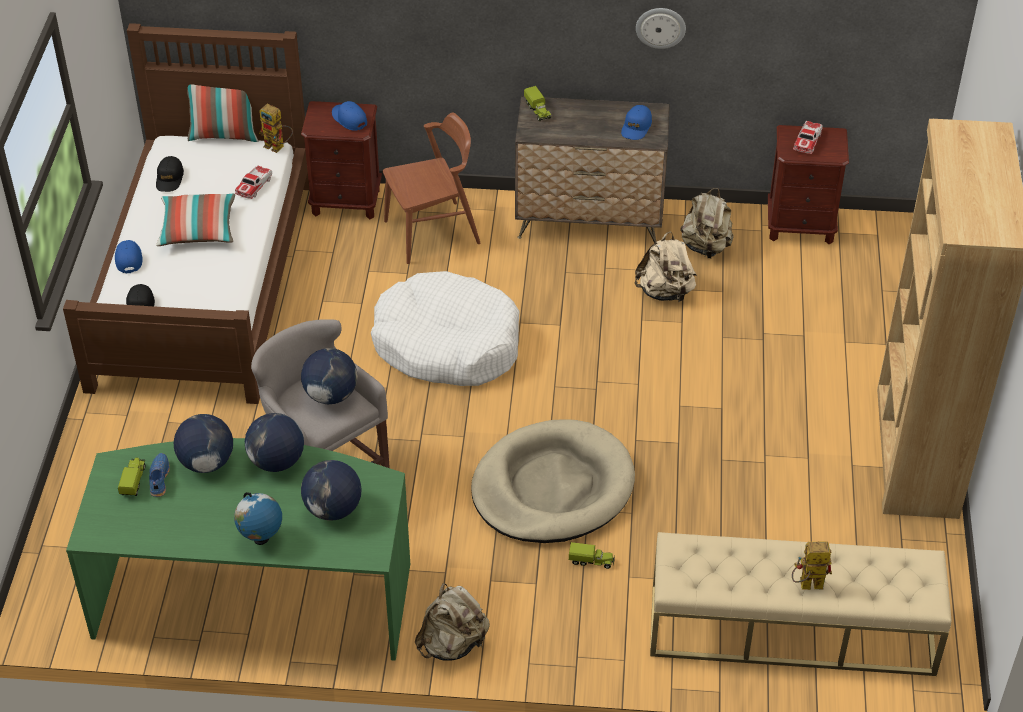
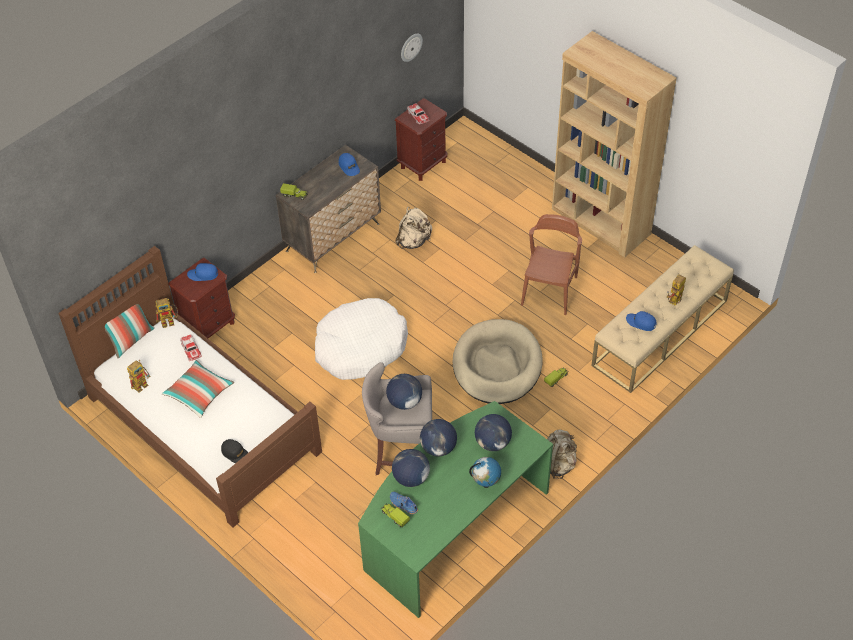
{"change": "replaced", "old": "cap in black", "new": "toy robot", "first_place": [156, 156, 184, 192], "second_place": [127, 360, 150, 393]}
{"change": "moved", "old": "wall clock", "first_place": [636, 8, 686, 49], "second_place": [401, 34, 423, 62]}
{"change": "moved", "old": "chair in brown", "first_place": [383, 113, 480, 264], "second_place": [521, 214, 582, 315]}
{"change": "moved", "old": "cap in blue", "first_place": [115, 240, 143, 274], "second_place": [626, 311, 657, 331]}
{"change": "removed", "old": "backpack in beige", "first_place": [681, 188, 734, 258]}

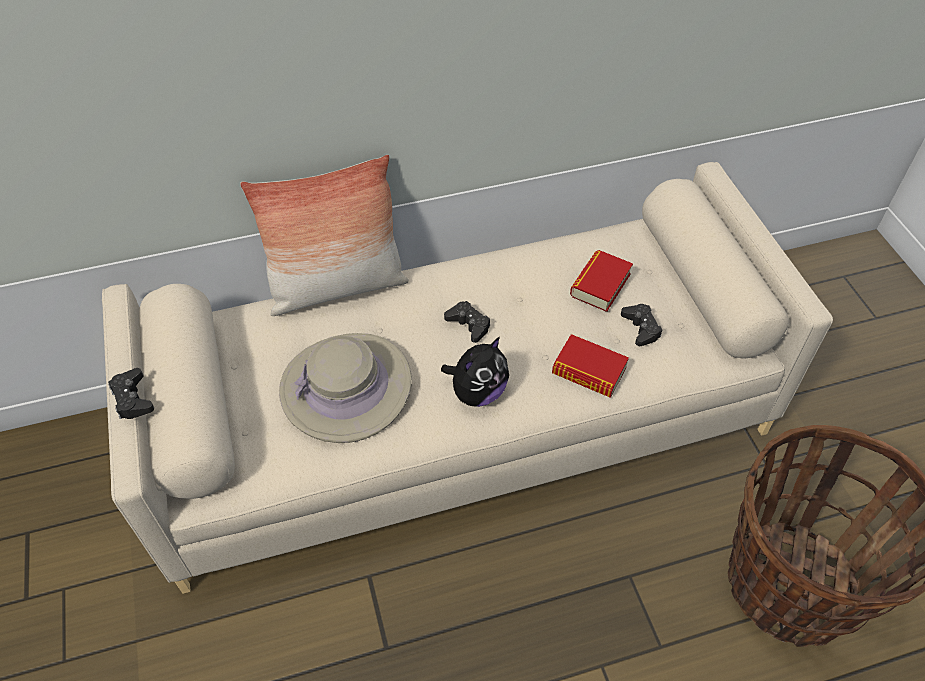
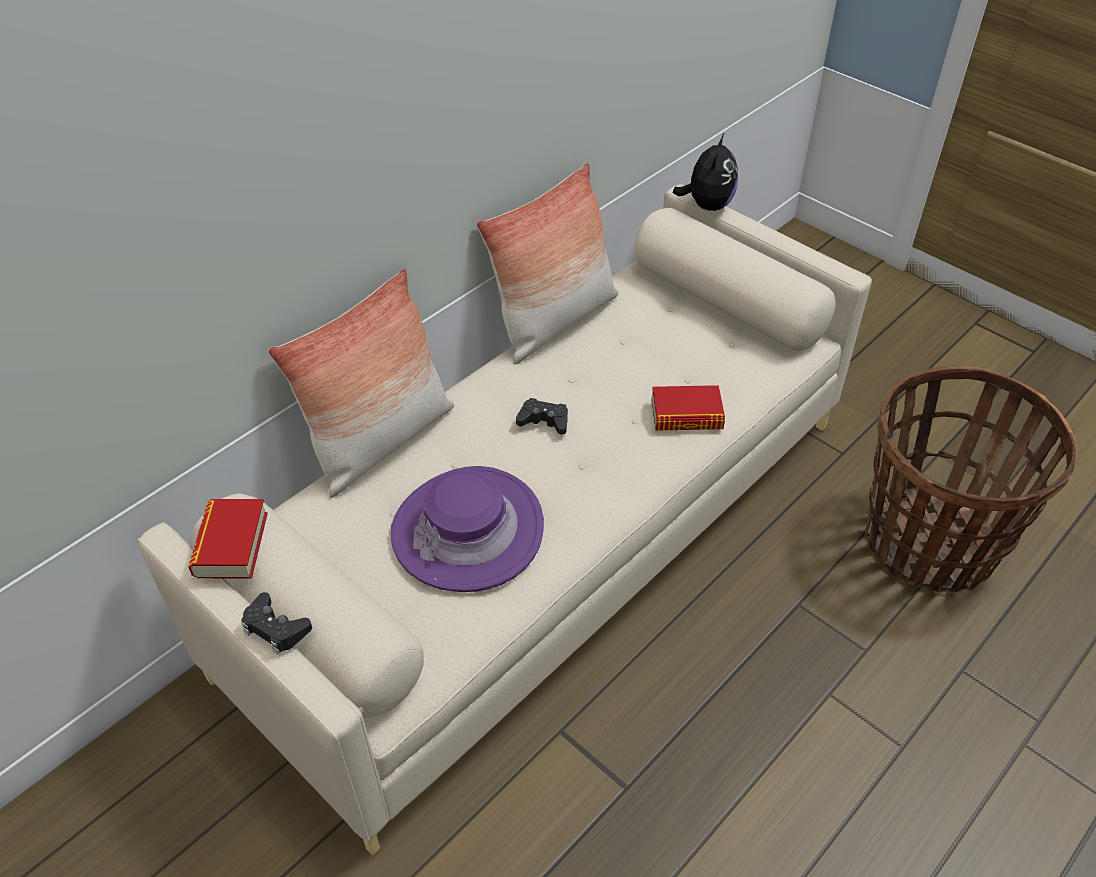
{"change": "moved", "old": "book", "first_place": [570, 250, 633, 312], "second_place": [188, 499, 268, 579]}
{"change": "recoloured", "old": "hat in beige", "new": "hat in purple", "first_place": [279, 333, 412, 443], "second_place": [390, 466, 544, 592]}
{"change": "added", "new": "pillow", "second_place": [476, 163, 618, 365]}
{"change": "moved", "old": "plush toy", "first_place": [441, 337, 509, 407], "second_place": [673, 134, 738, 211]}
{"change": "removed", "old": "game controller in black", "first_place": [621, 304, 662, 346]}

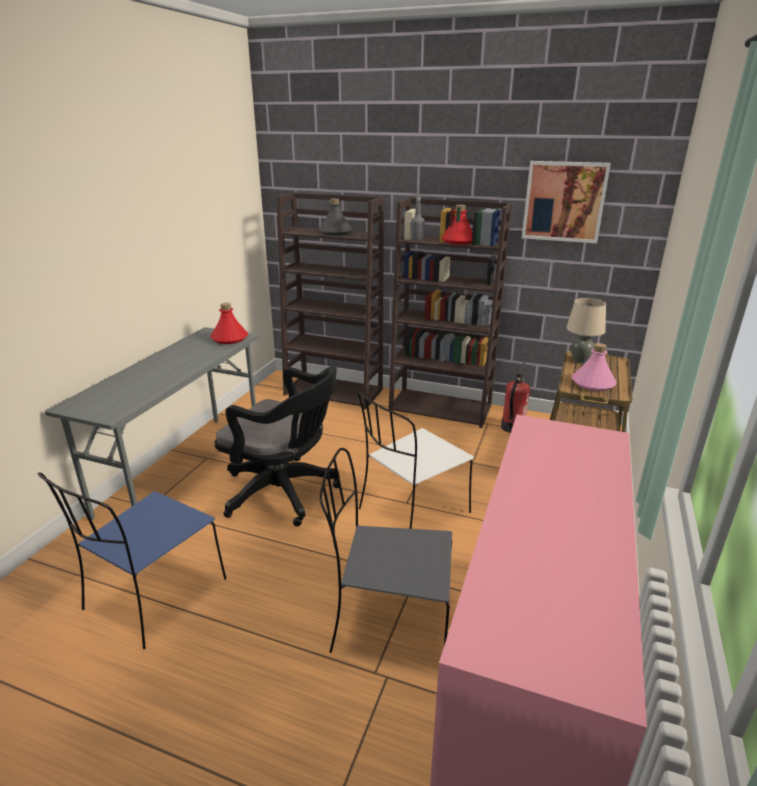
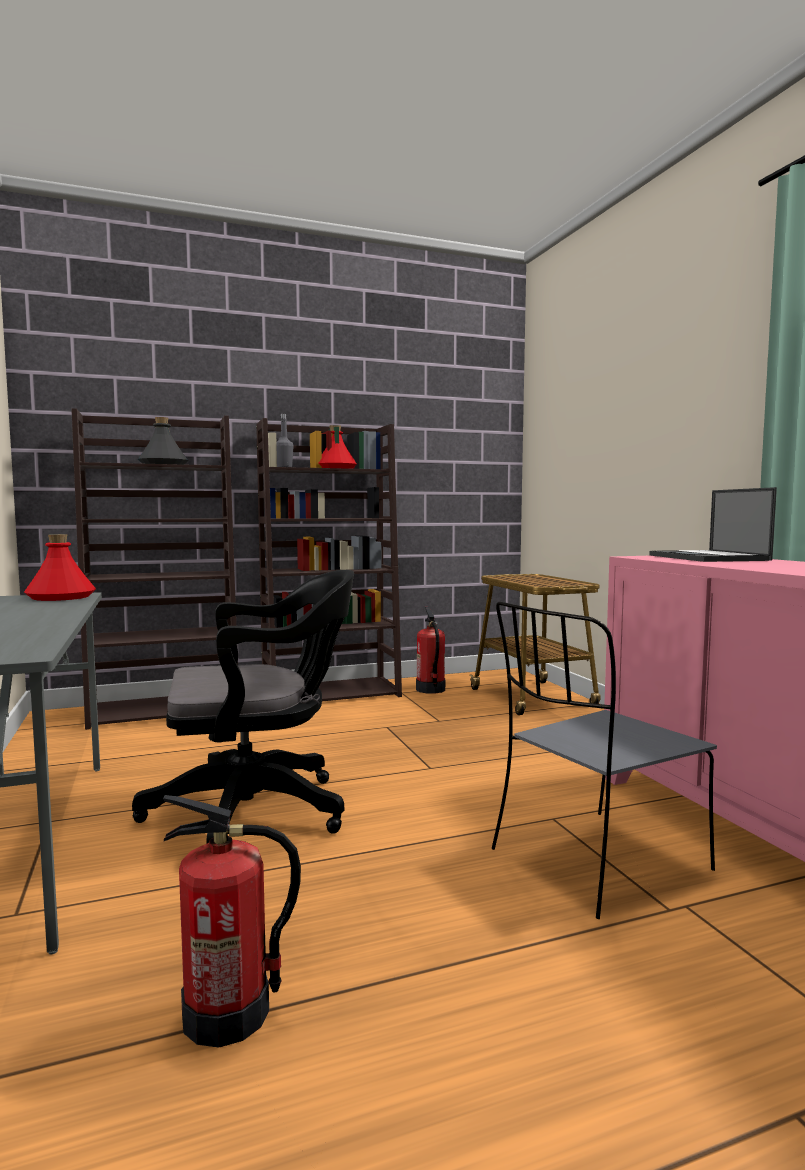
{"change": "replaced", "old": "chair in blue", "new": "fire extinguisher", "first_place": [38, 472, 226, 649], "second_place": [163, 795, 301, 1048]}
{"change": "added", "new": "laptop", "second_place": [649, 487, 777, 562]}
{"change": "removed", "old": "chair in white", "first_place": [357, 391, 474, 529]}
{"change": "removed", "old": "picture", "first_place": [522, 161, 611, 243]}
{"change": "removed", "old": "table lamp in beige", "first_place": [566, 298, 606, 363]}
{"change": "removed", "old": "bottle in pink", "first_place": [572, 343, 617, 391]}

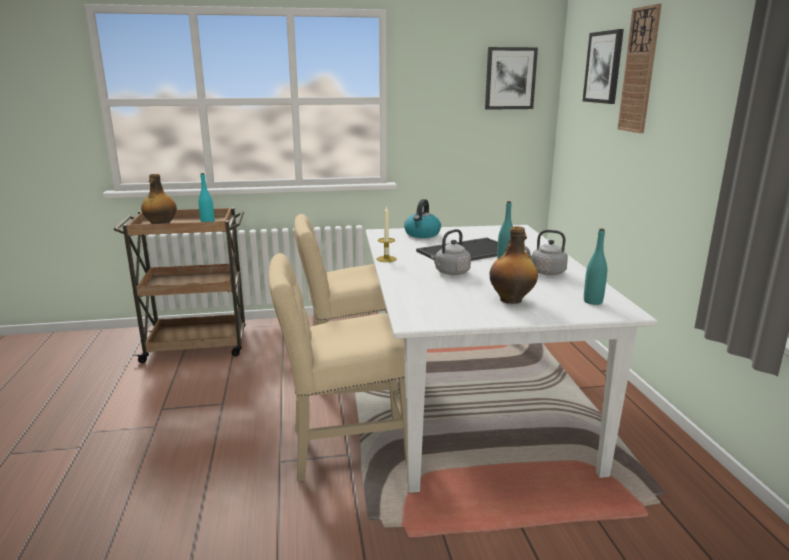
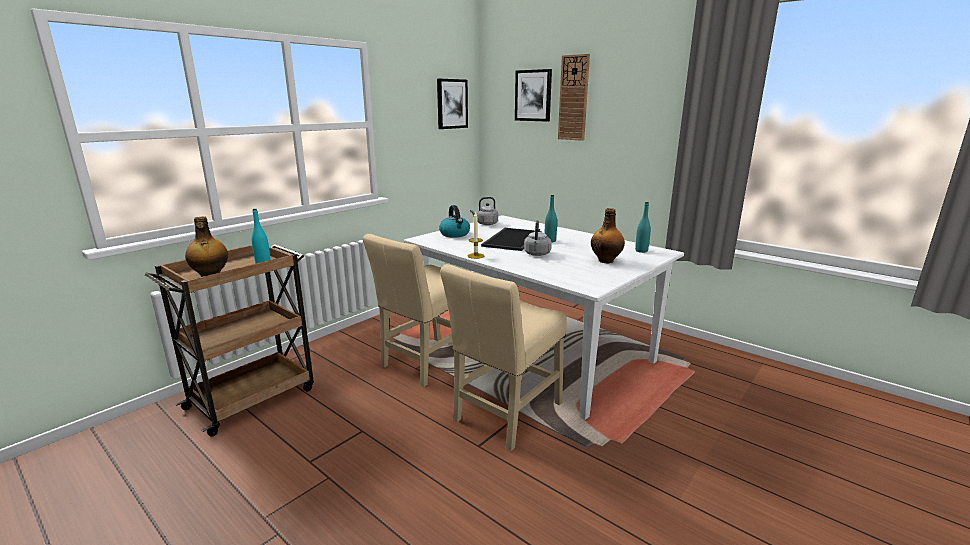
{"change": "moved", "old": "kettle in grey", "first_place": [524, 230, 568, 275], "second_place": [470, 197, 498, 225]}

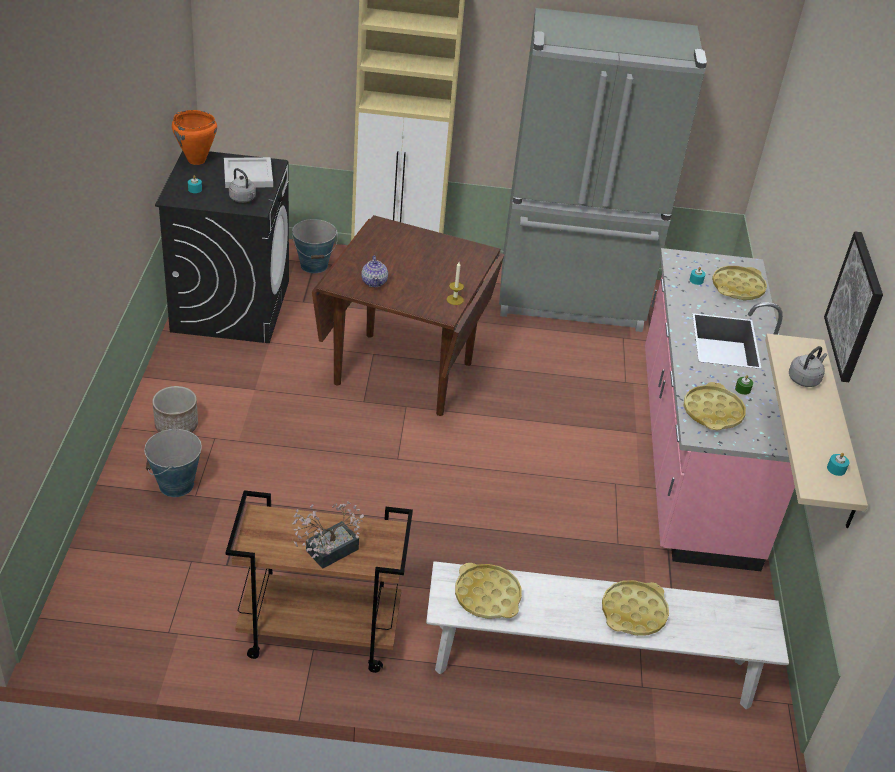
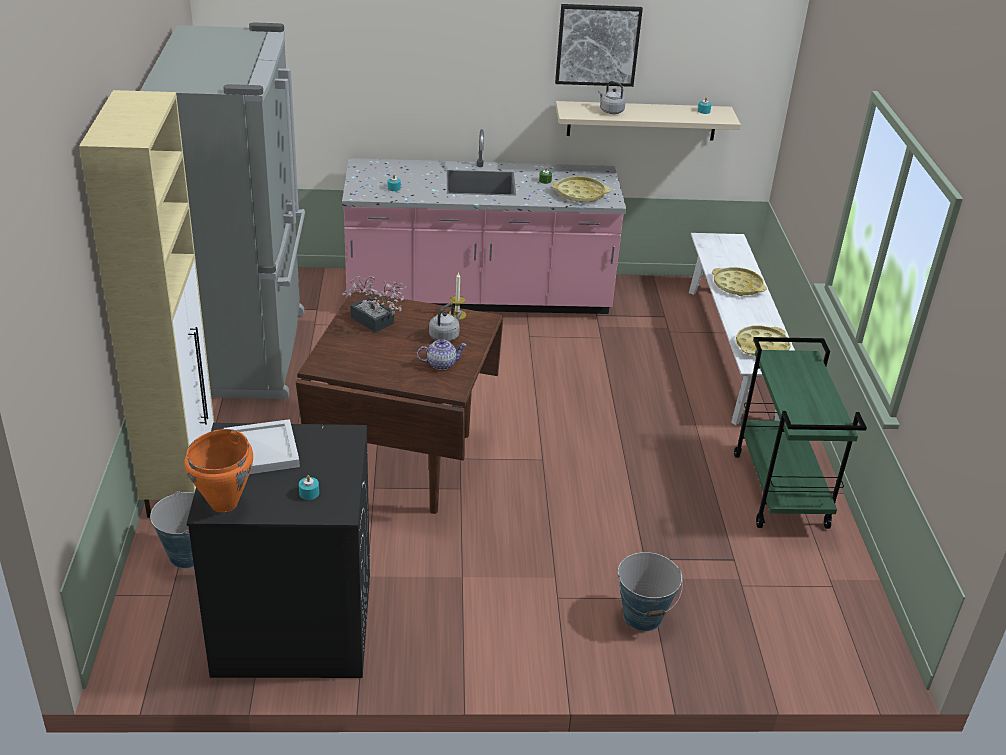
{"change": "moved", "old": "potted plant", "first_place": [292, 501, 364, 569], "second_place": [342, 276, 407, 333]}
{"change": "moved", "old": "kettle in grey", "first_place": [229, 168, 256, 203], "second_place": [429, 303, 462, 342]}
{"change": "recoloured", "old": "cart in brown", "new": "cart in green", "first_place": [226, 490, 413, 673], "second_place": [734, 337, 867, 529]}
{"change": "removed", "old": "planter", "first_place": [152, 386, 198, 433]}
{"change": "removed", "old": "tray in yellow", "first_place": [712, 266, 767, 301]}

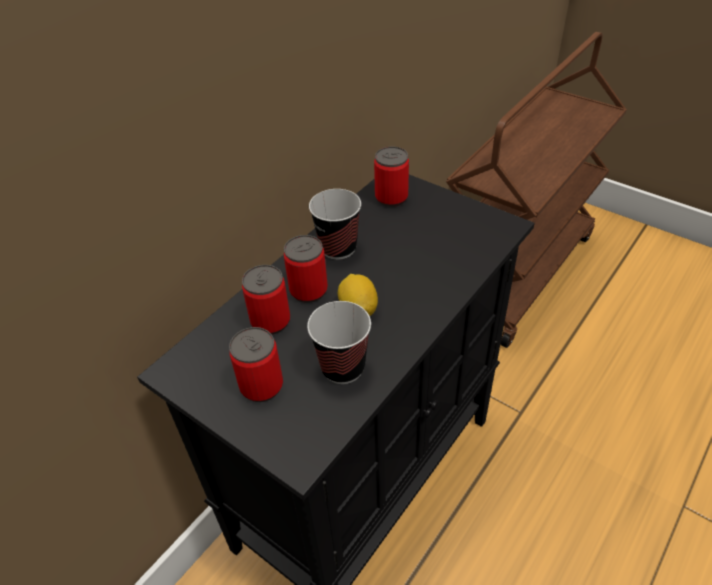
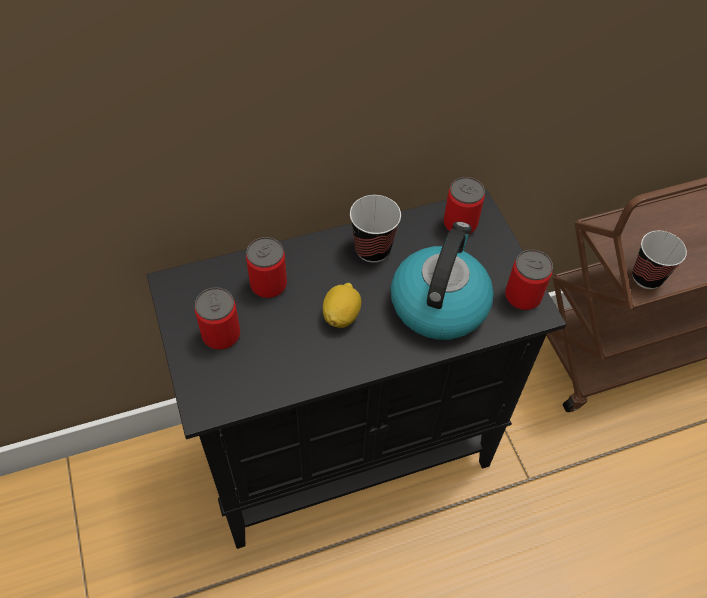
{"change": "added", "new": "kettle", "second_place": [391, 222, 494, 340]}
{"change": "moved", "old": "can", "first_place": [284, 235, 328, 303], "second_place": [505, 250, 553, 311]}
{"change": "moved", "old": "cup", "first_place": [307, 301, 371, 384], "second_place": [632, 231, 687, 289]}

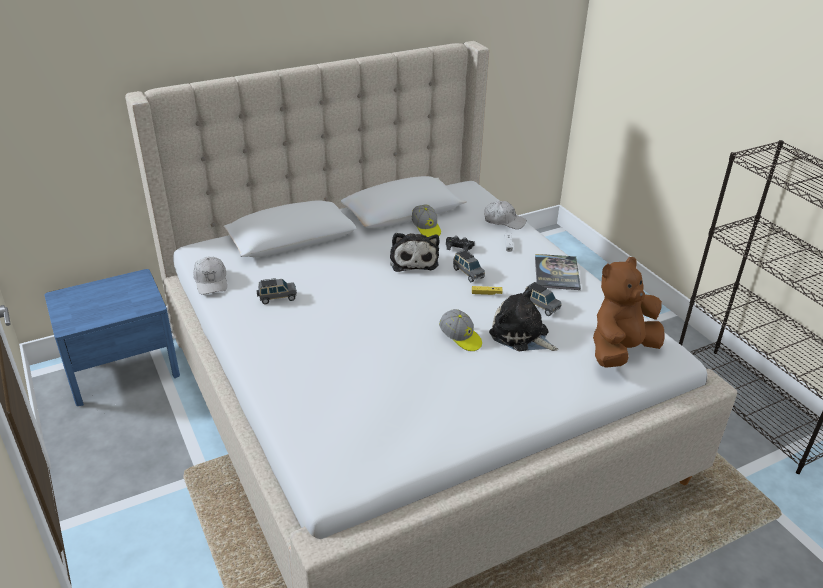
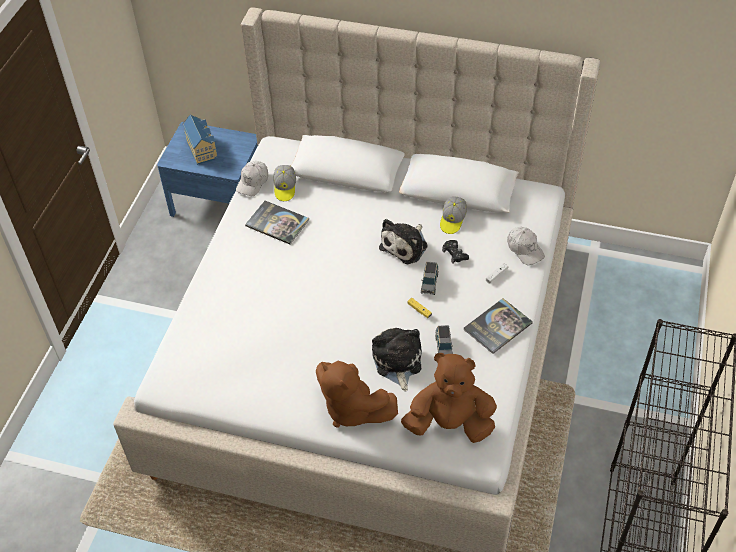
{"change": "added", "new": "toy house", "second_place": [182, 115, 218, 165]}
{"change": "replaced", "old": "toy car in grey", "new": "book", "first_place": [256, 278, 297, 304], "second_place": [245, 200, 309, 244]}
{"change": "moved", "old": "cap", "first_place": [439, 309, 482, 351], "second_place": [273, 165, 296, 201]}
{"change": "added", "new": "plush toy in brown", "second_place": [316, 361, 398, 428]}

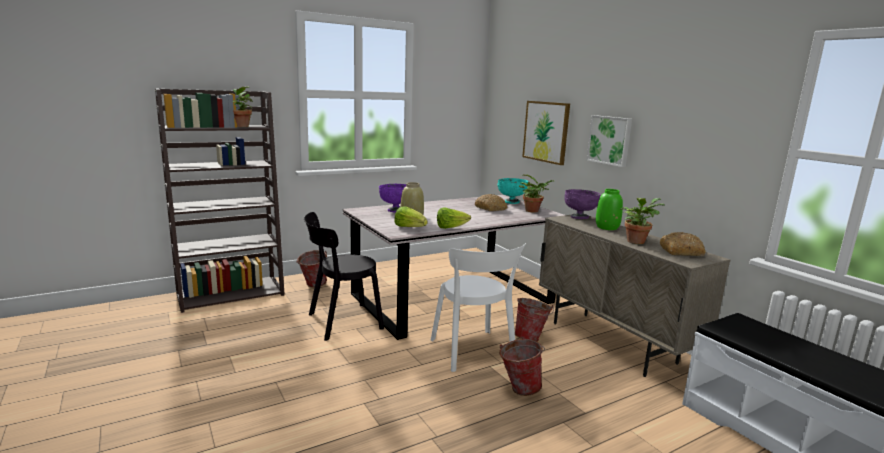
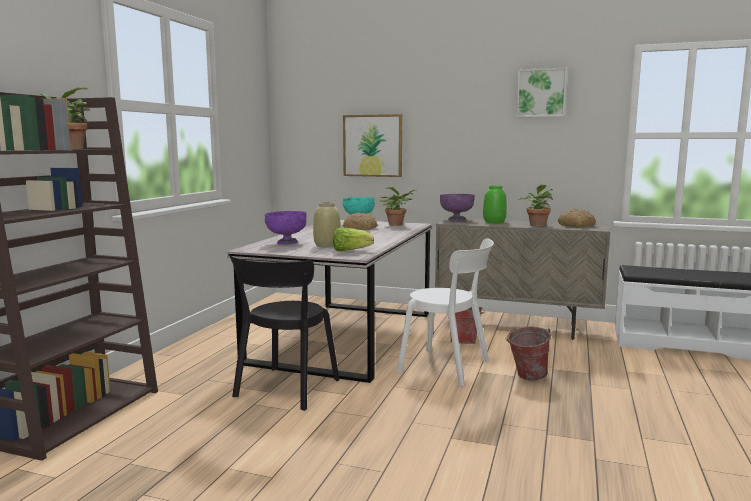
{"change": "moved", "old": "picture", "first_place": [587, 115, 632, 167], "second_place": [516, 68, 567, 117]}
{"change": "removed", "old": "bucket", "first_place": [296, 250, 327, 288]}
{"change": "removed", "old": "lettuce", "first_place": [437, 207, 471, 229]}

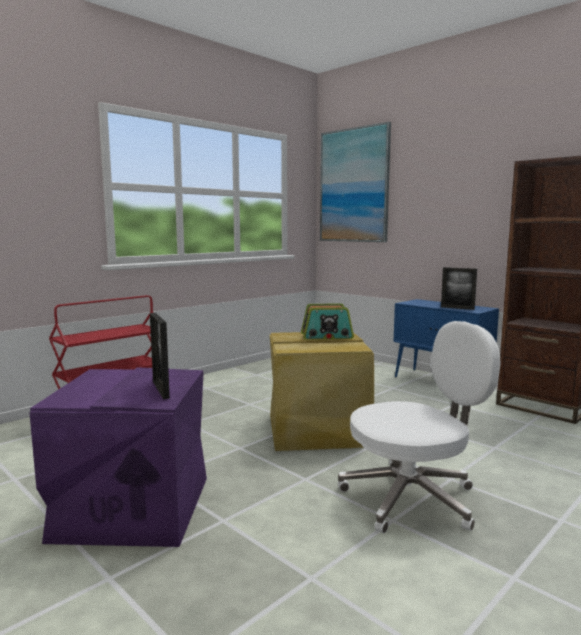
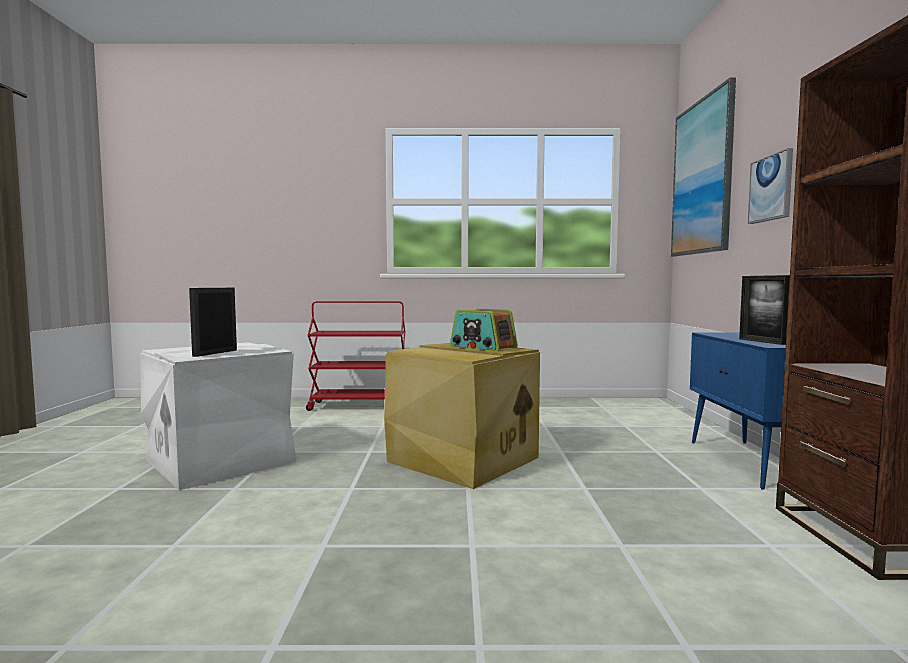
{"change": "recoloured", "old": "storage box in purple", "new": "storage box in white", "first_place": [29, 367, 207, 547], "second_place": [140, 342, 297, 490]}
{"change": "added", "new": "picture", "second_place": [748, 148, 793, 224]}
{"change": "removed", "old": "office chair in white", "first_place": [338, 321, 500, 534]}

